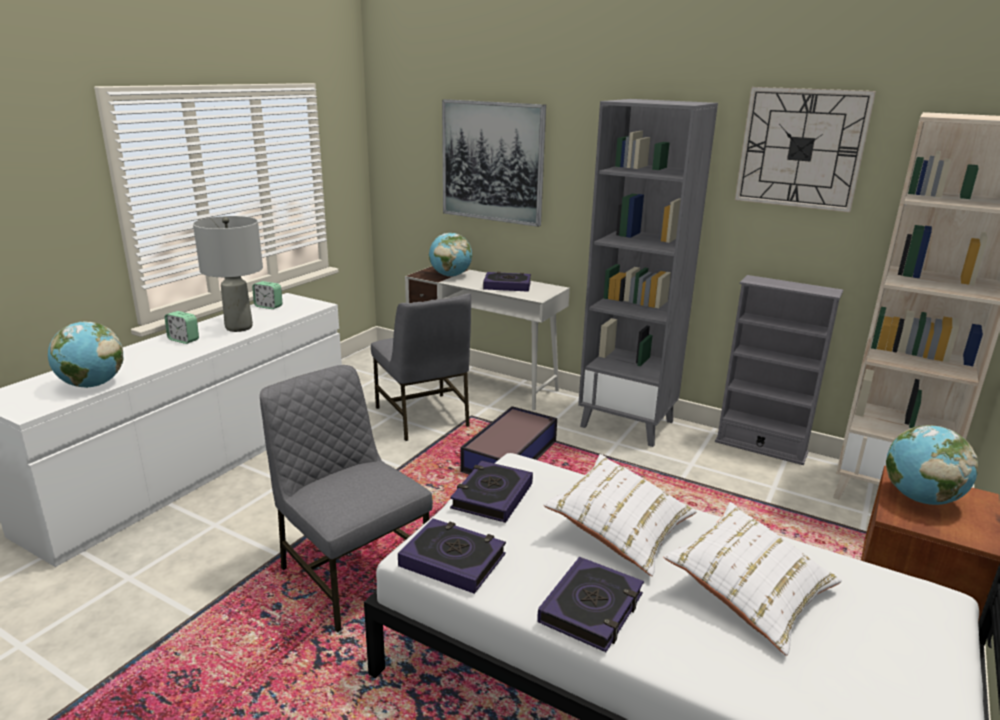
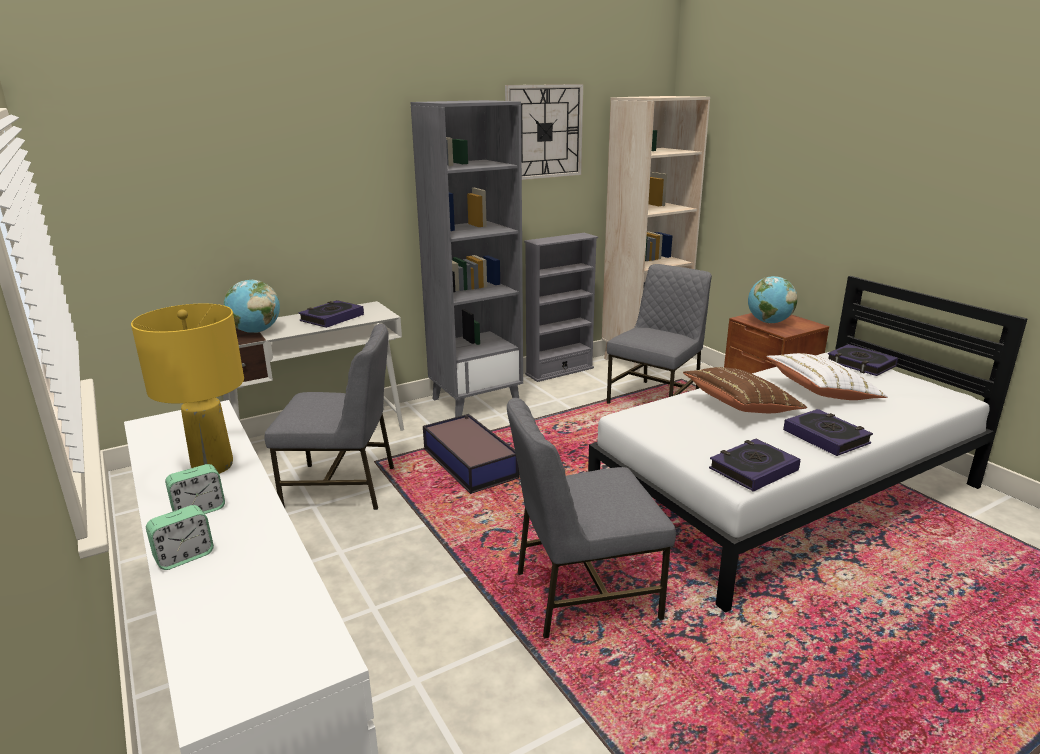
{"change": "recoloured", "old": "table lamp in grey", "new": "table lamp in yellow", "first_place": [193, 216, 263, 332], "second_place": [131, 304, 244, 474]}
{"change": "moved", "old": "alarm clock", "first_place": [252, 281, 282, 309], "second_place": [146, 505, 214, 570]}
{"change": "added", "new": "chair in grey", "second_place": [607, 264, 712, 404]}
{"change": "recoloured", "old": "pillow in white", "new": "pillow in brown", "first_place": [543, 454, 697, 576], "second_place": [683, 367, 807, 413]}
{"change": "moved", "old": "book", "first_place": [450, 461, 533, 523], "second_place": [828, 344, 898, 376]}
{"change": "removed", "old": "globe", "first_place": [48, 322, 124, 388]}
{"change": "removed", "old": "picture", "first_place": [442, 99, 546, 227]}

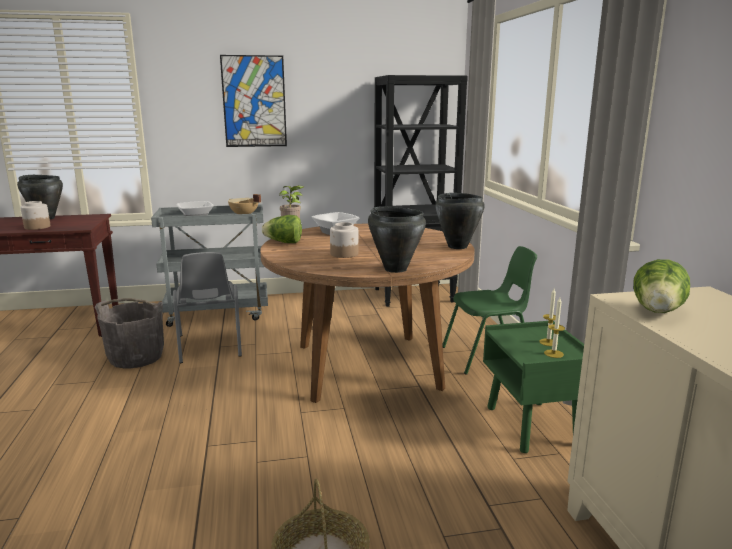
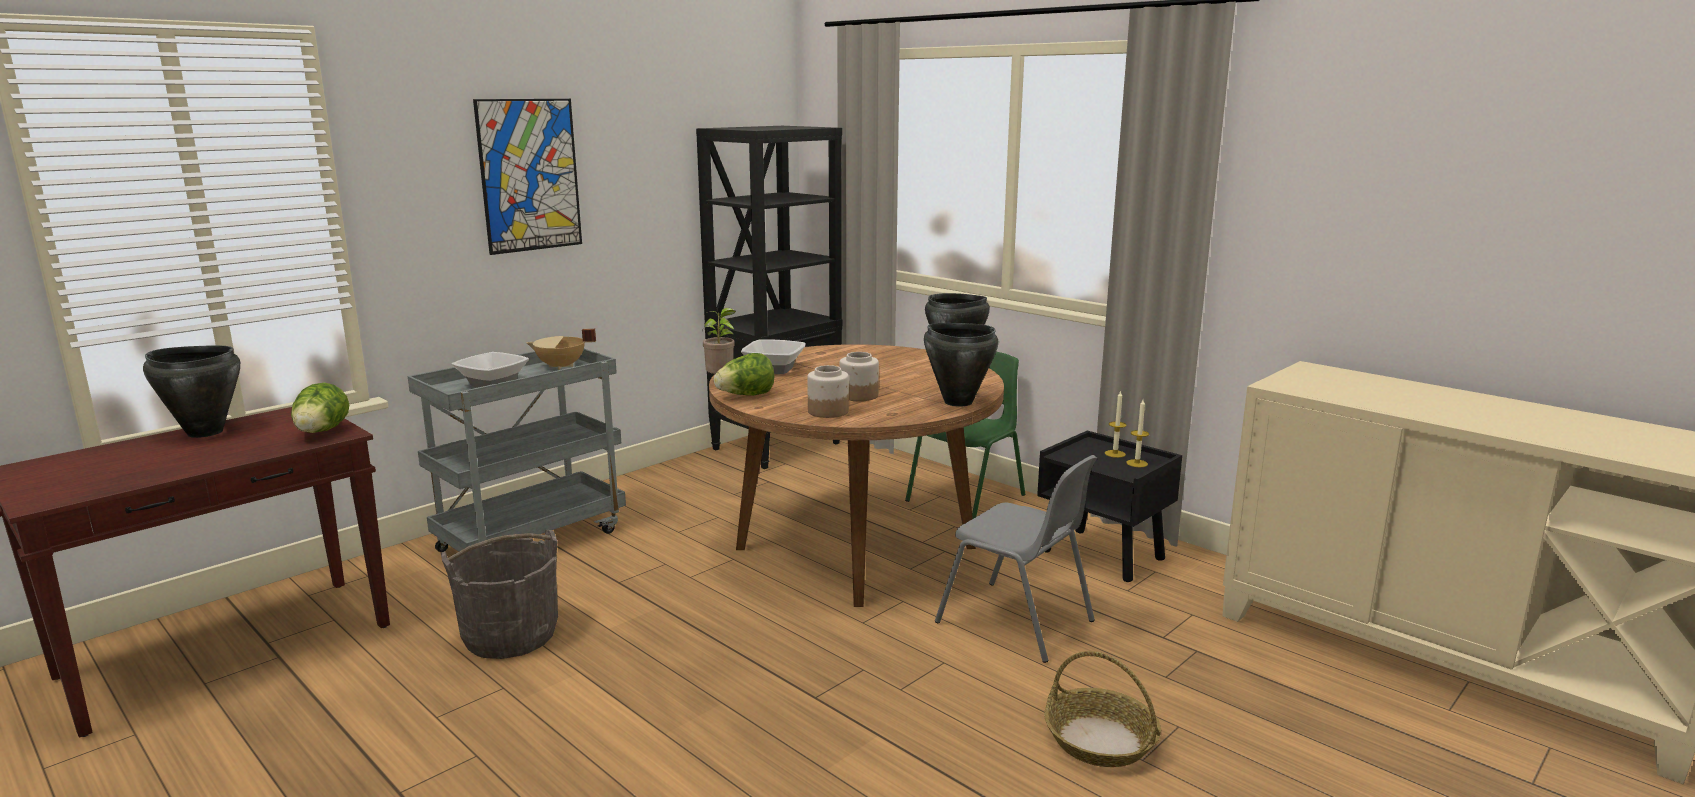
{"change": "moved", "old": "lettuce", "first_place": [633, 259, 690, 313], "second_place": [291, 383, 349, 433]}
{"change": "moved", "old": "jar", "first_place": [20, 201, 51, 230], "second_place": [807, 365, 849, 418]}
{"change": "moved", "old": "chair in grey", "first_place": [173, 252, 242, 363], "second_place": [935, 455, 1097, 663]}
{"change": "recoloured", "old": "nightstand in green", "new": "nightstand in black", "first_place": [483, 321, 584, 453], "second_place": [1037, 431, 1182, 582]}

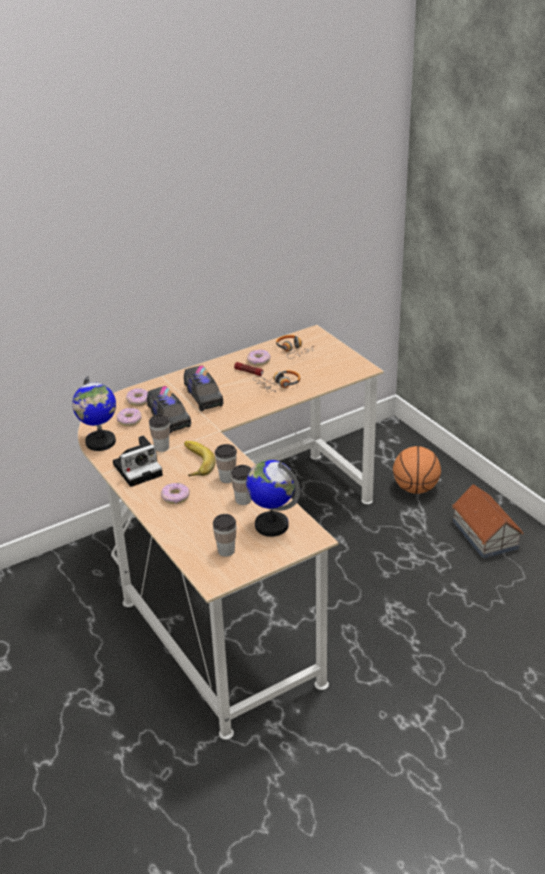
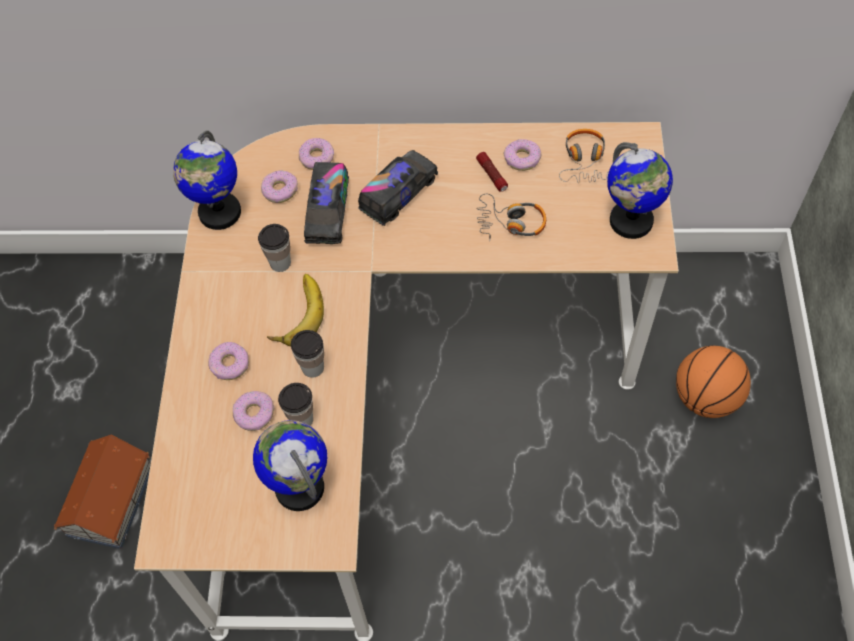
{"change": "moved", "old": "toy house", "first_place": [452, 484, 524, 559], "second_place": [54, 435, 151, 549]}
{"change": "added", "new": "donut", "second_place": [233, 391, 274, 431]}
{"change": "turned", "old": "toy truck", "first_place": [184, 365, 224, 411], "second_place": [358, 150, 438, 226], "degrees": -150}
{"change": "added", "new": "globe", "second_place": [607, 142, 673, 239]}
{"change": "removed", "old": "photo camera", "first_place": [113, 436, 163, 487]}
{"change": "removed", "old": "cup", "first_place": [213, 514, 236, 557]}

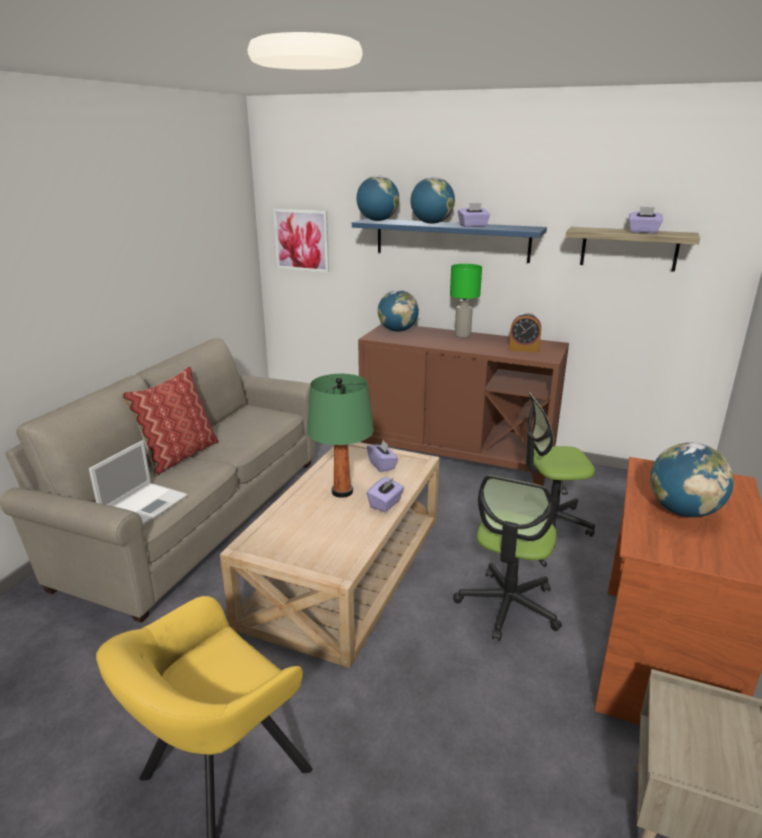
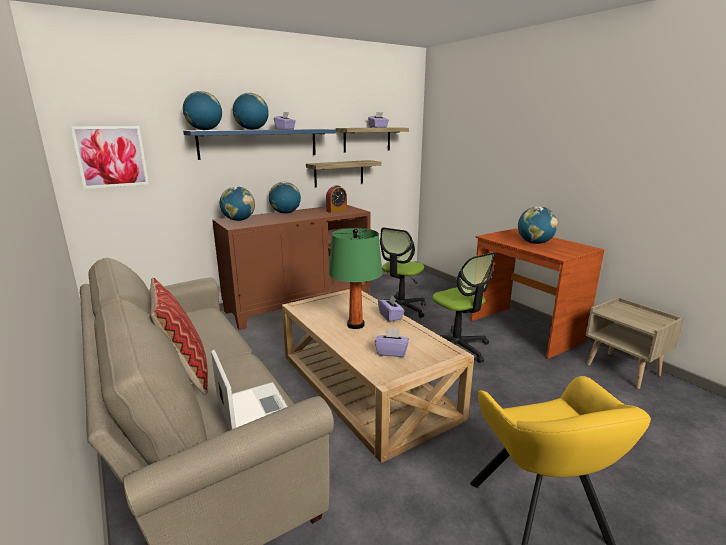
{"change": "replaced", "old": "table lamp in green", "new": "globe", "first_place": [450, 264, 482, 337], "second_place": [269, 182, 301, 214]}
{"change": "added", "new": "shelf", "second_place": [306, 160, 382, 187]}
{"change": "moved", "old": "tissue box in purple", "first_place": [367, 440, 398, 472], "second_place": [375, 328, 409, 357]}

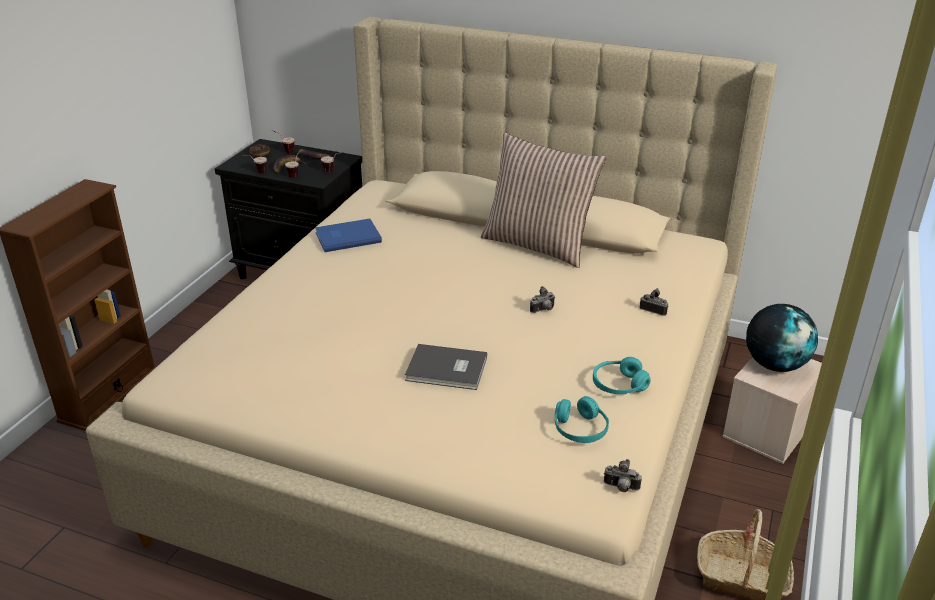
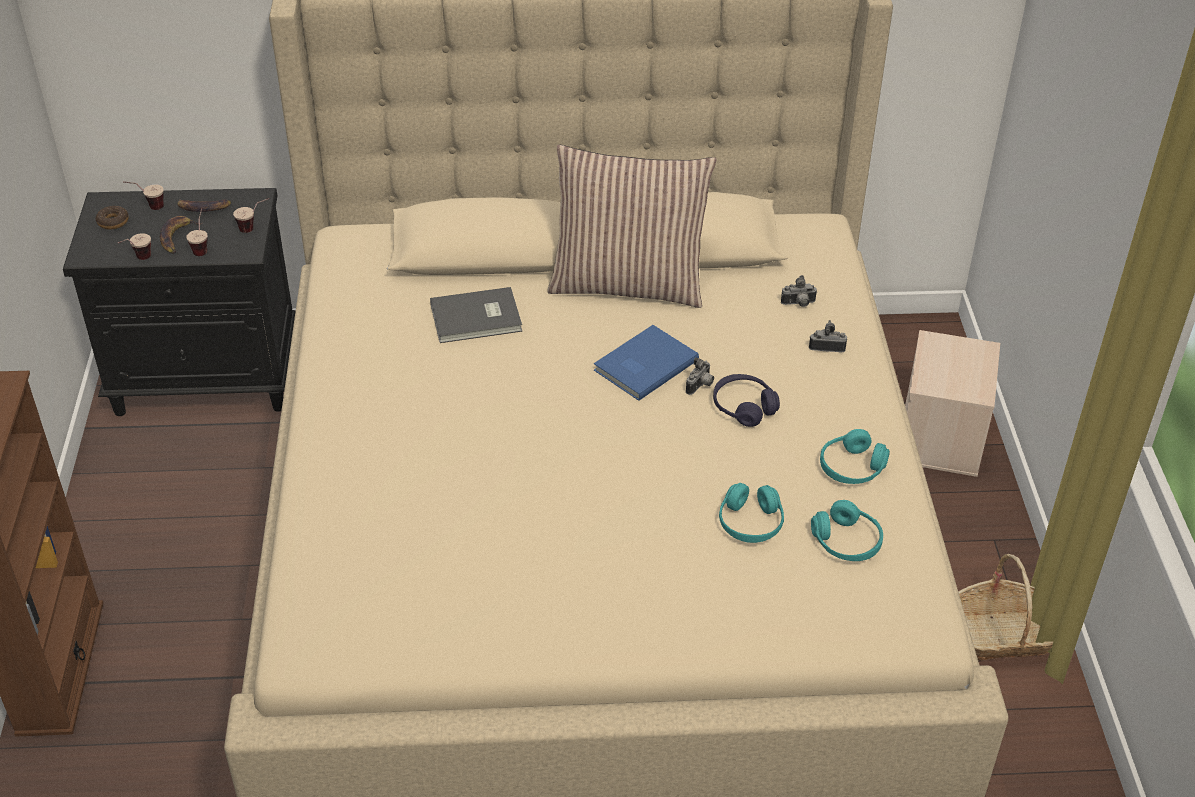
{"change": "moved", "old": "book in grey", "first_place": [405, 344, 487, 390], "second_place": [430, 287, 522, 343]}
{"change": "moved", "old": "book in blue", "first_place": [315, 218, 382, 252], "second_place": [594, 325, 699, 401]}
{"change": "added", "new": "headphones in purple", "second_place": [713, 374, 780, 427]}
{"change": "added", "new": "headphones in turquoise", "second_place": [719, 483, 784, 543]}
{"change": "moved", "old": "photo camera", "first_place": [604, 459, 642, 492], "second_place": [781, 275, 817, 307]}
{"change": "removed", "old": "globe", "first_place": [746, 304, 818, 372]}

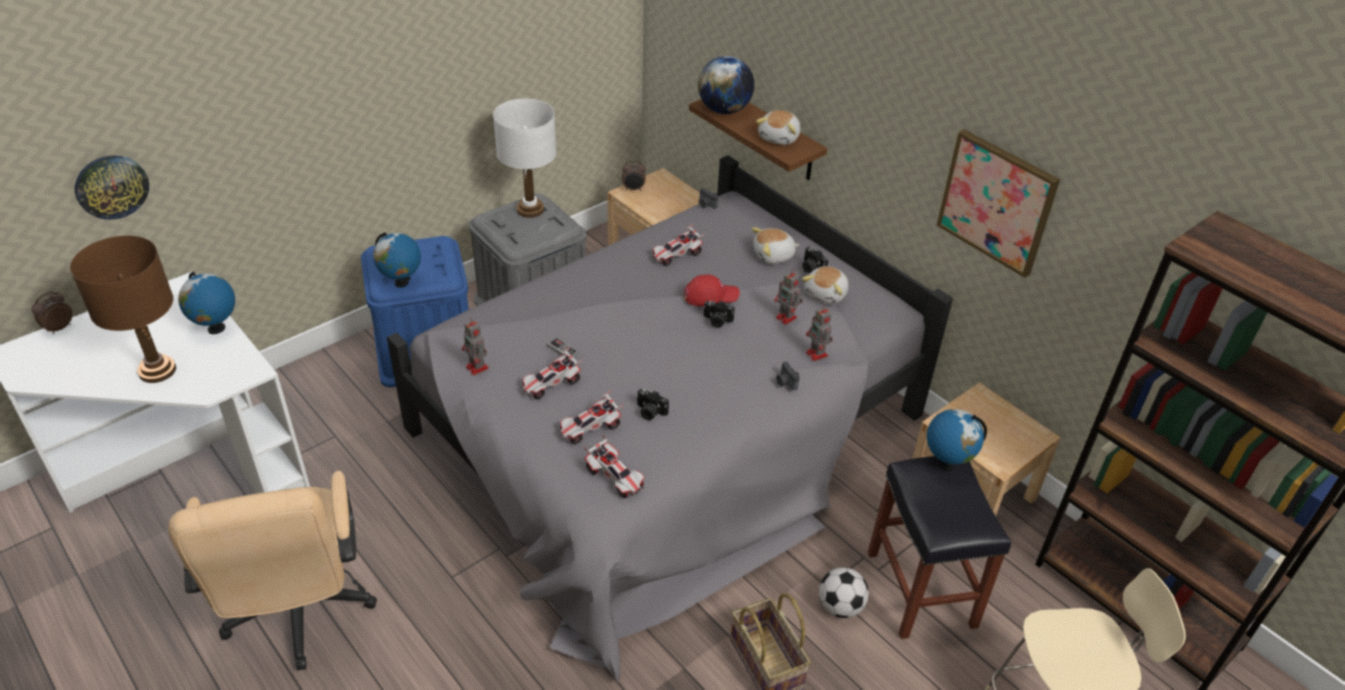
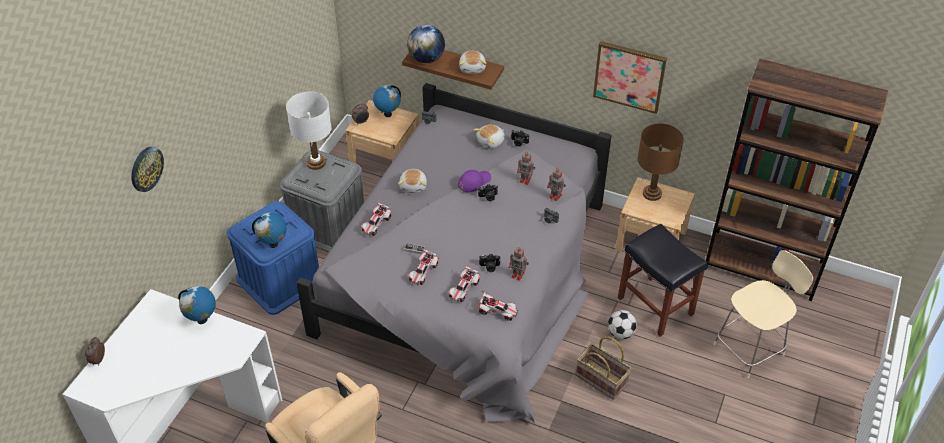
{"change": "moved", "old": "wall clock", "first_place": [75, 155, 149, 220], "second_place": [131, 147, 164, 192]}
{"change": "moved", "old": "toy car", "first_place": [651, 224, 705, 266], "second_place": [361, 200, 392, 236]}
{"change": "moved", "old": "globe", "first_place": [927, 409, 987, 471], "second_place": [373, 85, 401, 117]}
{"change": "moved", "old": "plush toy", "first_place": [802, 266, 849, 304], "second_place": [398, 169, 427, 193]}
{"change": "recoloured", "old": "cap in red", "new": "cap in purple", "first_place": [684, 274, 740, 307], "second_place": [458, 170, 491, 192]}
{"change": "moved", "old": "toy robot", "first_place": [462, 318, 489, 376], "second_place": [509, 247, 529, 281]}
{"change": "moved", "old": "table lamp in brown", "first_place": [70, 235, 176, 383], "second_place": [637, 123, 684, 201]}

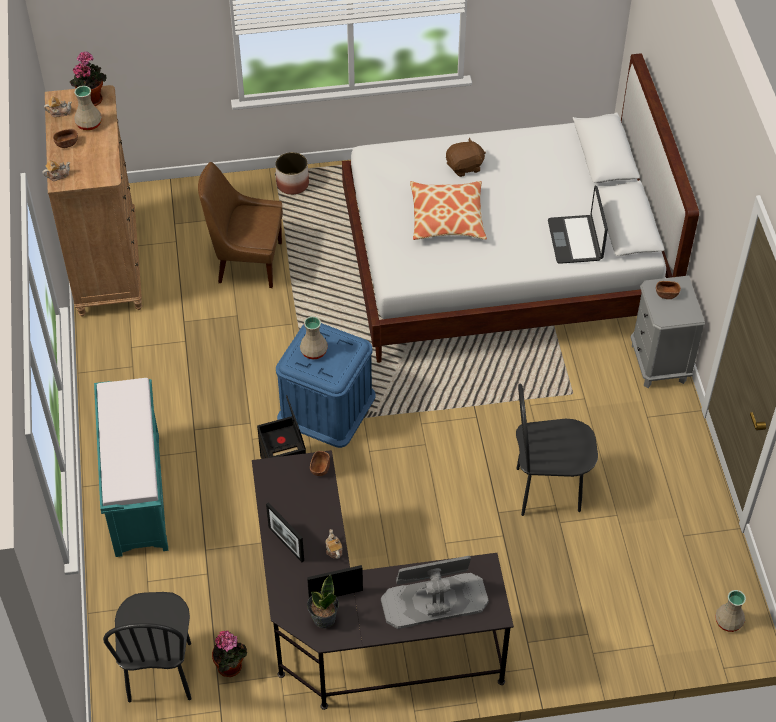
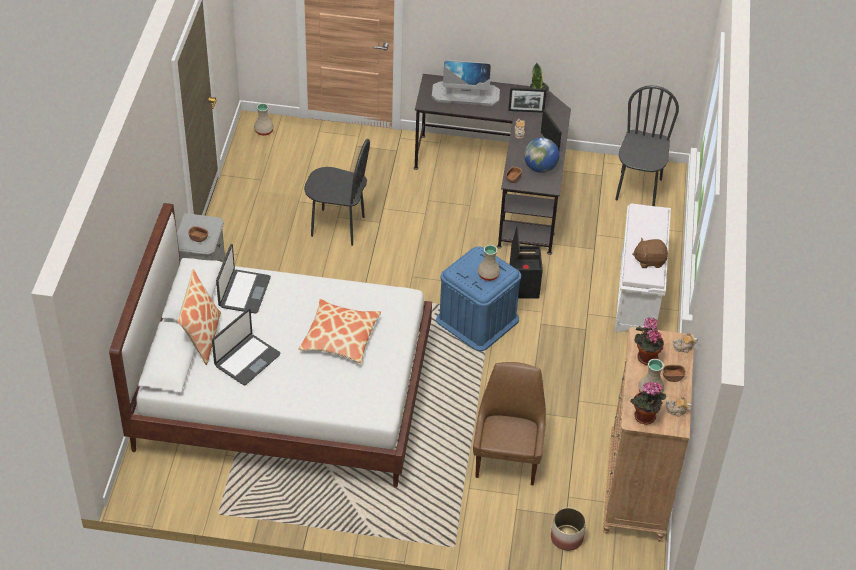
{"change": "added", "new": "pillow", "second_place": [177, 269, 221, 365]}
{"change": "added", "new": "laptop", "second_place": [212, 309, 281, 385]}
{"change": "turned", "old": "chair in brown", "first_place": [198, 162, 283, 288], "second_place": [473, 362, 546, 485], "degrees": -105}
{"change": "added", "new": "globe", "second_place": [524, 138, 559, 173]}
{"change": "moved", "old": "planter", "first_place": [275, 152, 309, 195], "second_place": [551, 507, 586, 551]}
{"change": "recoloured", "old": "bench in turquoise", "new": "bench in white", "first_place": [94, 378, 168, 557], "second_place": [615, 204, 671, 333]}
{"change": "moved", "old": "plush toy in brown", "first_place": [446, 138, 486, 177], "second_place": [633, 238, 668, 268]}
{"change": "moved", "old": "potted plant", "first_place": [212, 631, 247, 677], "second_place": [634, 317, 664, 365]}

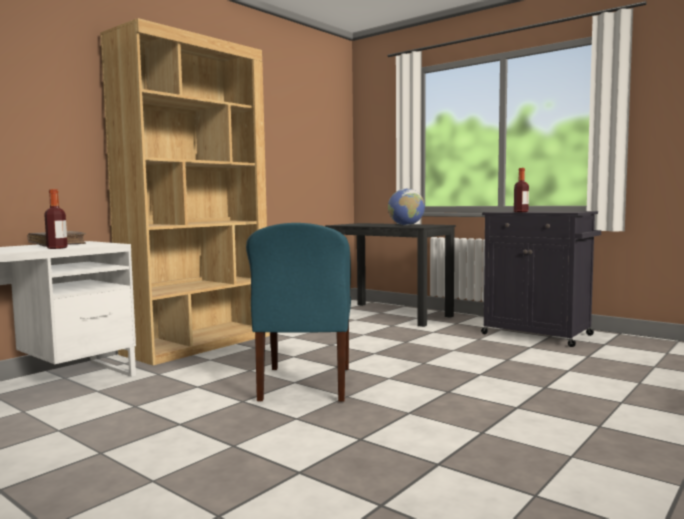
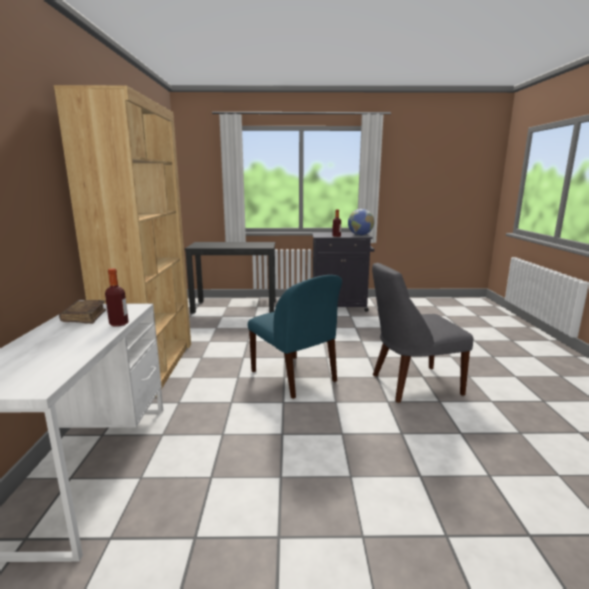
{"change": "moved", "old": "globe", "first_place": [388, 189, 425, 226], "second_place": [348, 209, 374, 236]}
{"change": "added", "new": "chair in grey", "second_place": [372, 263, 473, 403]}

